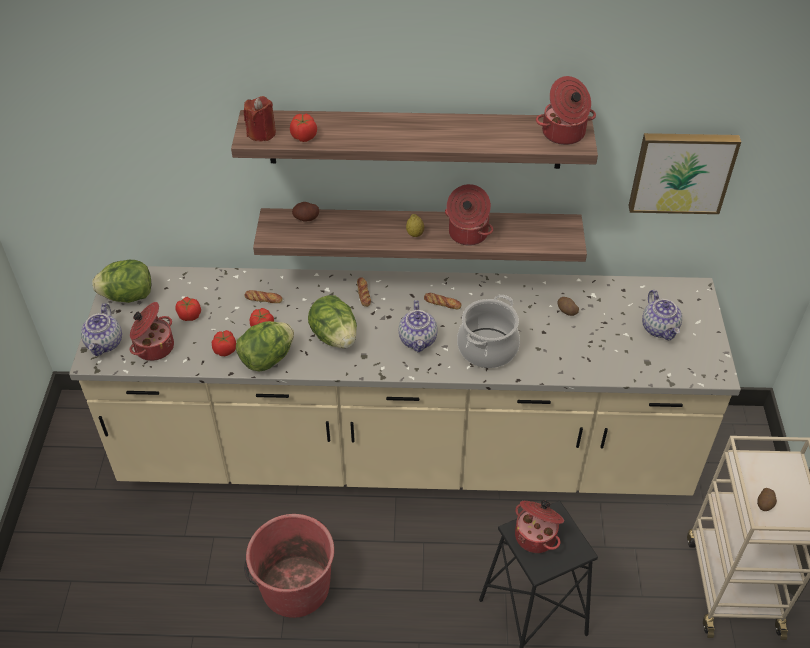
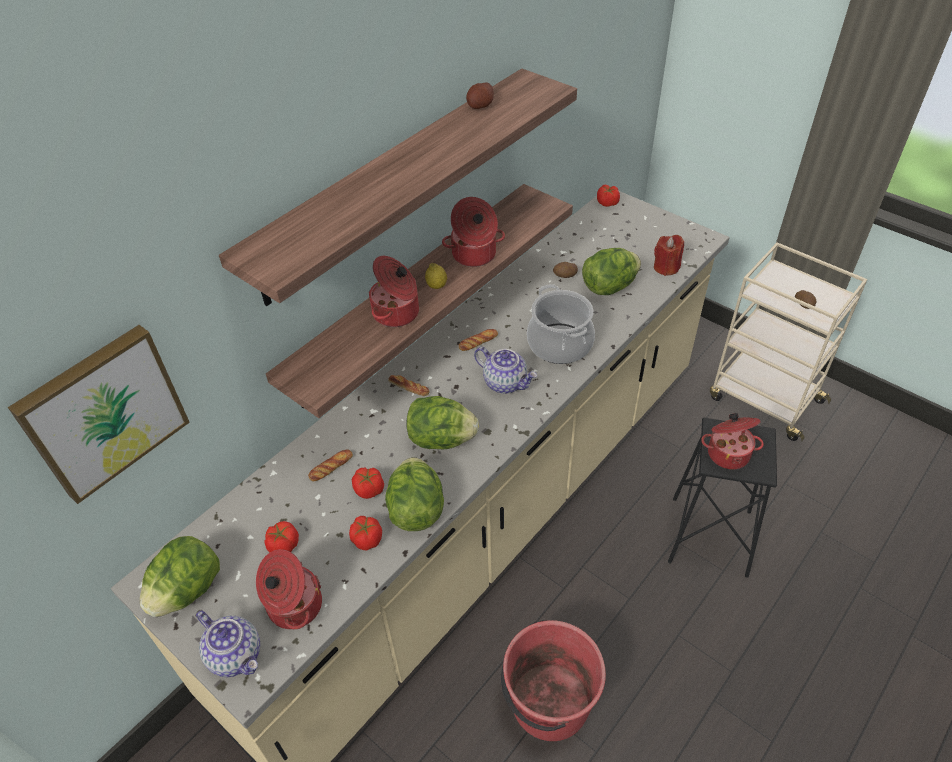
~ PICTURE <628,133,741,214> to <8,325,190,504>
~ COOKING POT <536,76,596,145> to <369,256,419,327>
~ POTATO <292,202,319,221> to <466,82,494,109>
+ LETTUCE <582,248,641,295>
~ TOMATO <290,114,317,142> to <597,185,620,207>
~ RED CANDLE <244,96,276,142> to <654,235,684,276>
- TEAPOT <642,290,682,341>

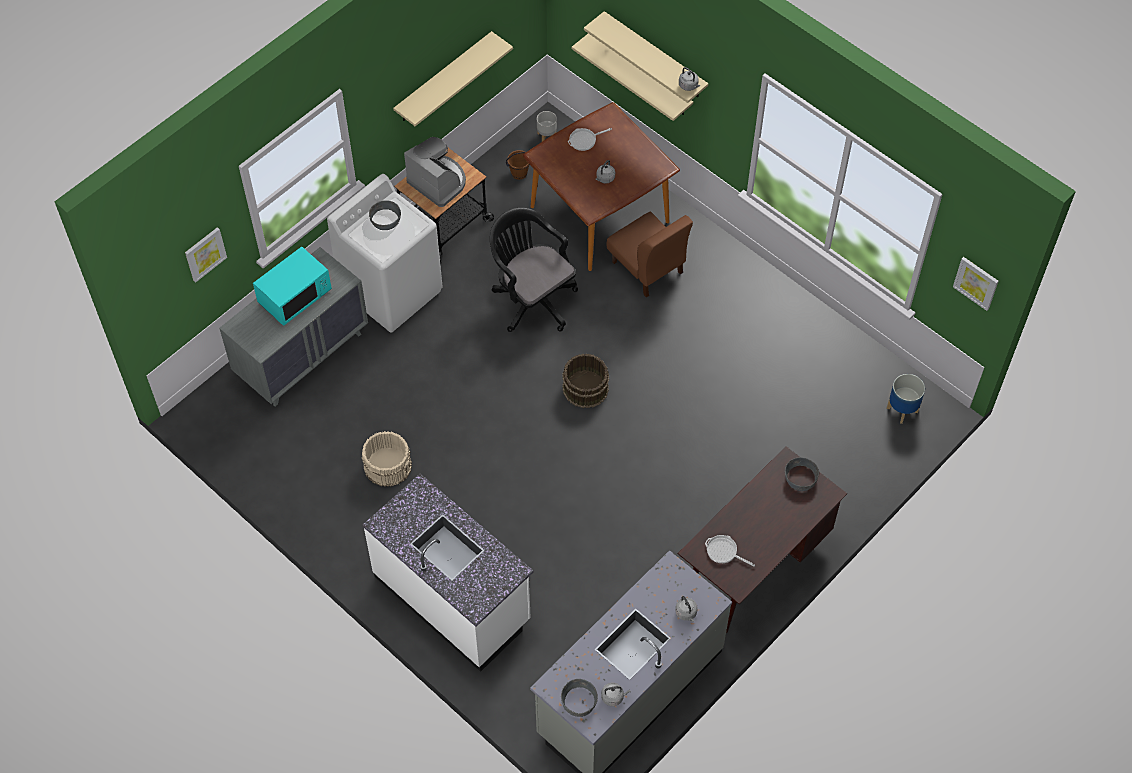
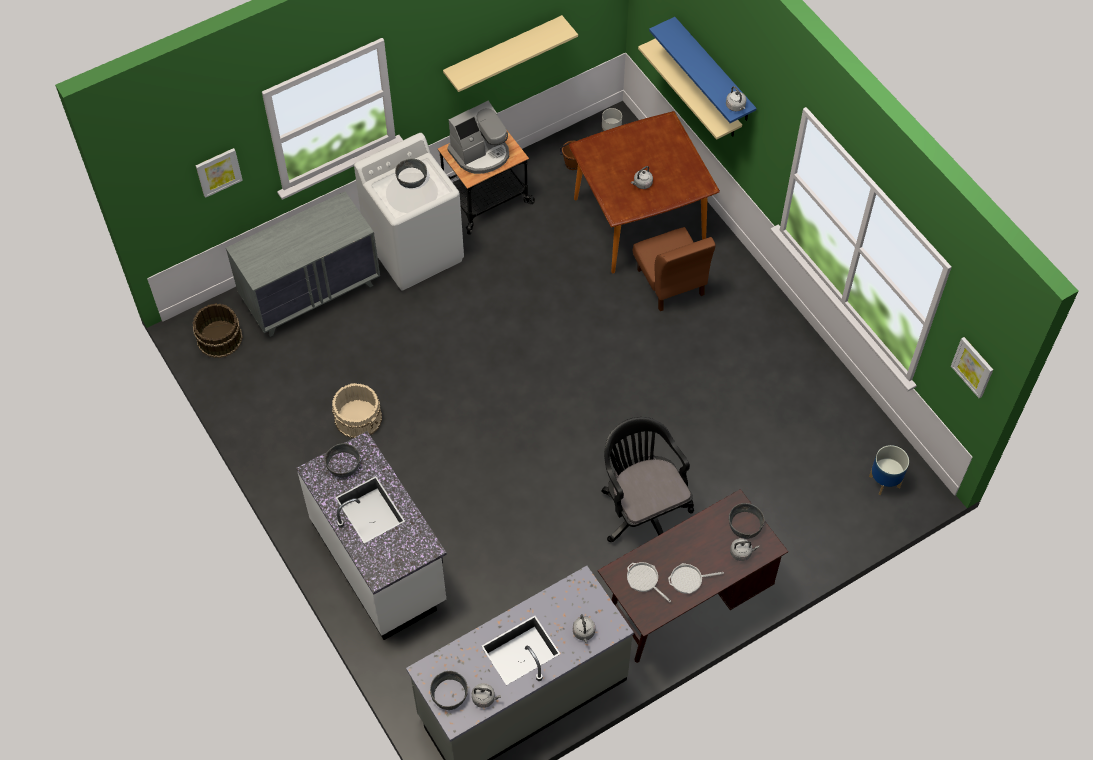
~ BROWN BUCKET <562,354,609,408> to <193,303,243,358>
+ GREY BOWL <325,443,360,478>
~ COFFEE MACHINE <404,137,466,207> = <447,101,509,174> 90 degrees clockwise
~ BLACK OFFICE CHAIR <490,208,578,332> to <601,417,694,542>
~ BEIGE SHELF <584,11,708,103> to BLUE SHELF <649,17,756,123>
~ FRYING PAN <568,128,612,151> to <668,563,724,594>
+ GREY KETTLE <730,538,760,561>
- TURQUOISE MICROWAVE <253,247,332,326>

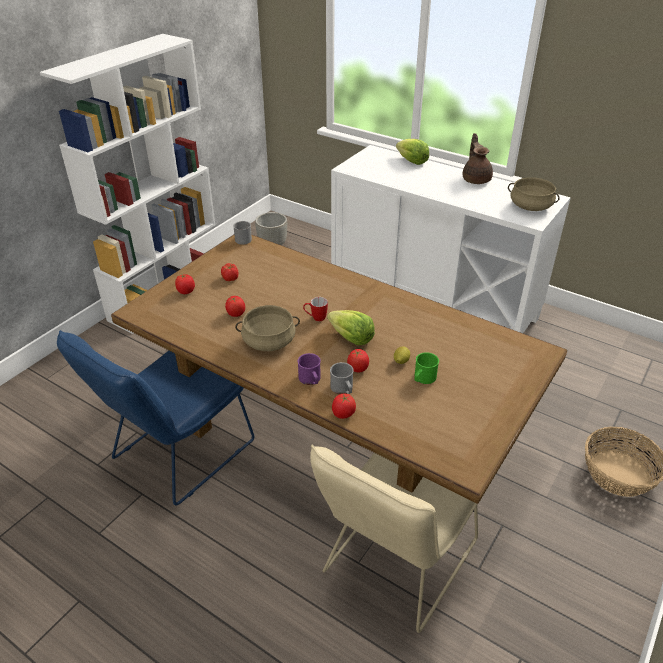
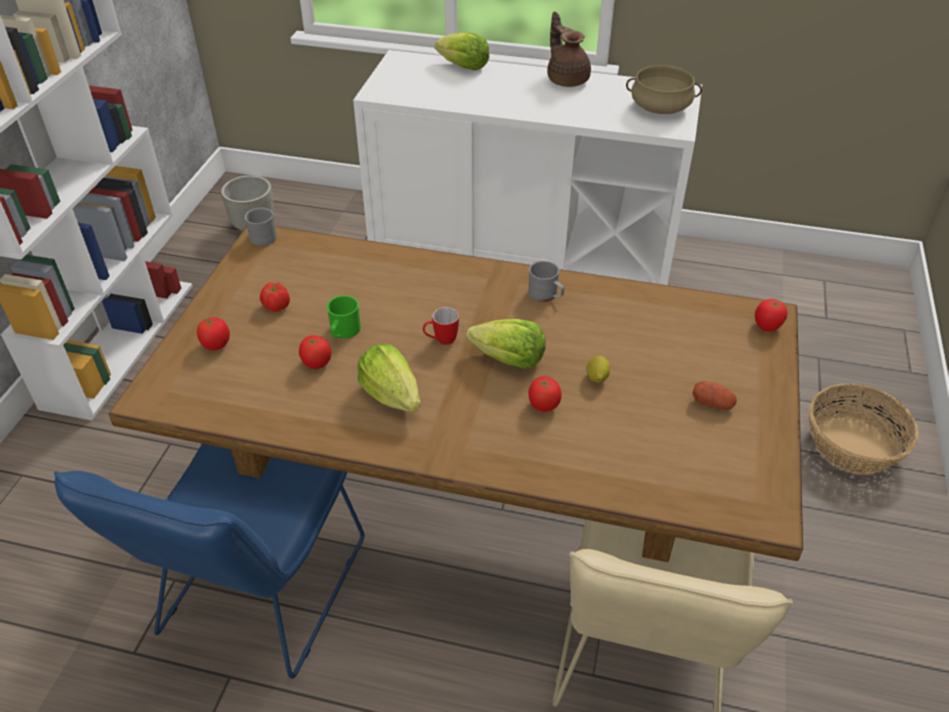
~ GREEN MUG <414,352,439,384> to <327,295,361,339>
~ BEIGE COOKING POT <235,305,300,351> to LETTUCE <357,344,420,412>
~ GREY MUG <330,362,354,394> to <528,261,564,302>
+ POTATO <692,381,737,410>
~ TOMATO <332,394,356,419> to <755,299,787,332>
- PURPLE MUG <297,353,321,385>

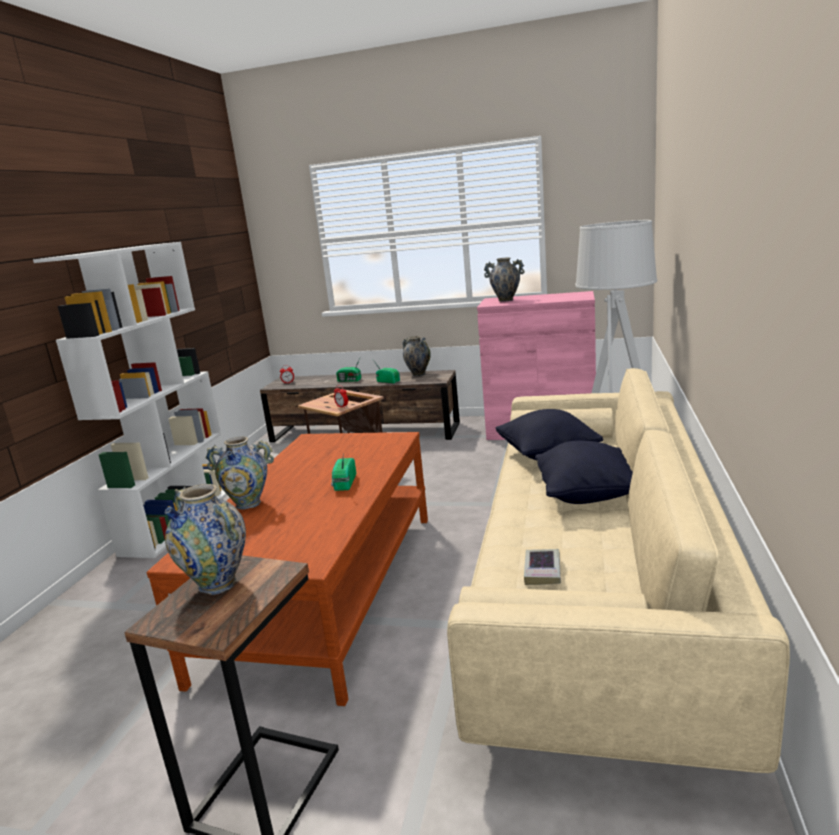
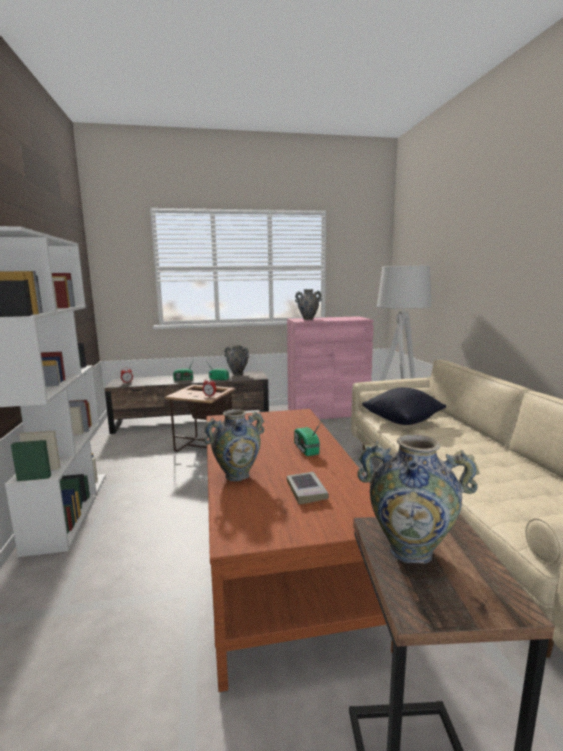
~ BOOK <524,549,561,585> to <286,472,329,504>
- BLACK PILLOW <535,441,633,504>

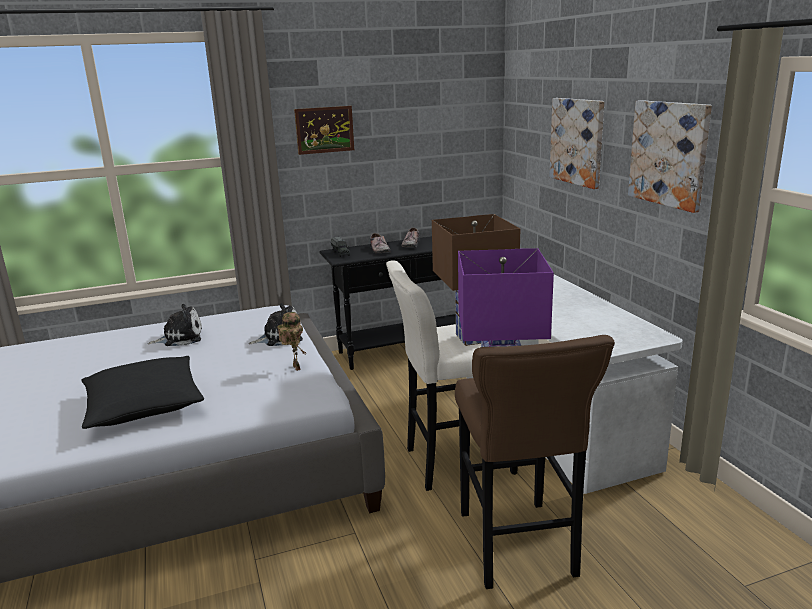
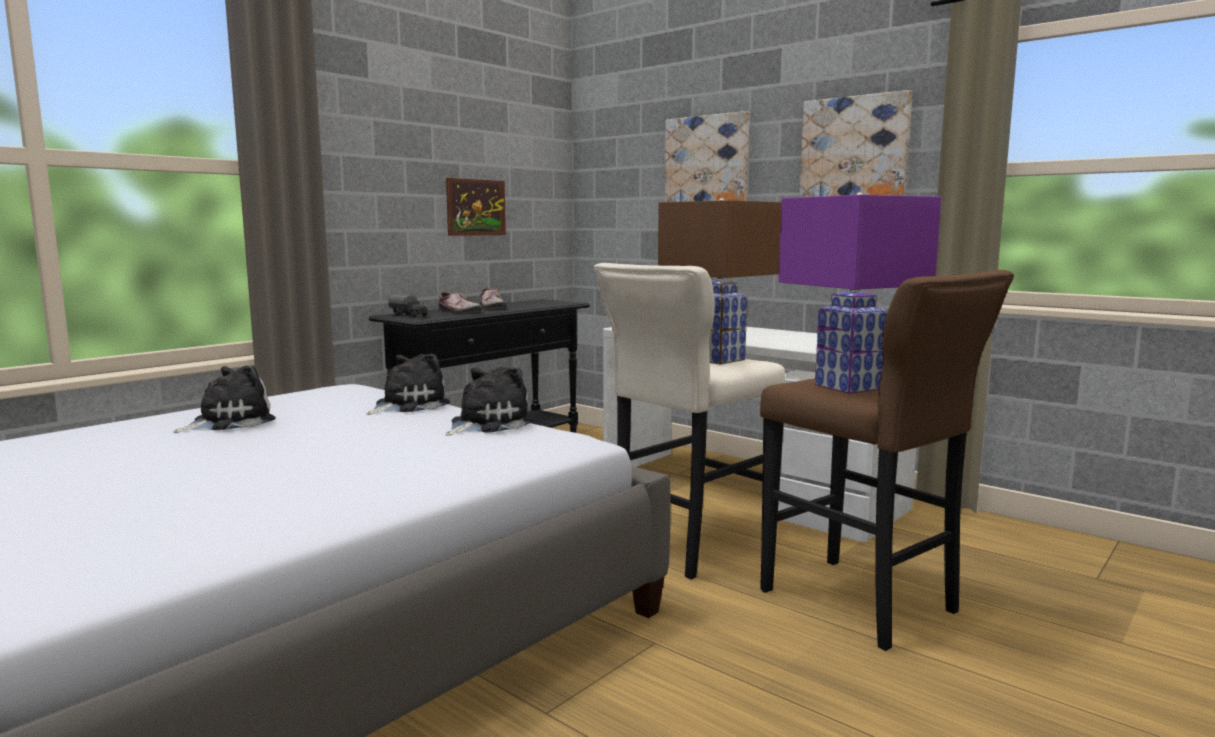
~ PICTURE <294,106,354,155> to <446,178,506,236>
~ TOY ROBOT <278,312,305,371> to PLUSH TOY <446,367,533,436>
- BLACK PILLOW <82,356,204,429>

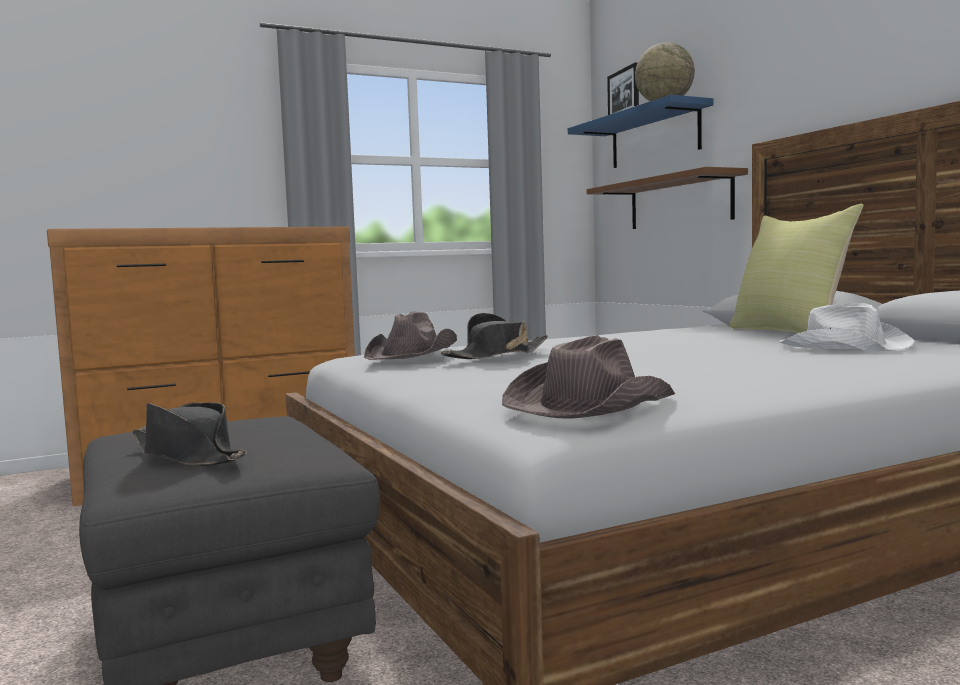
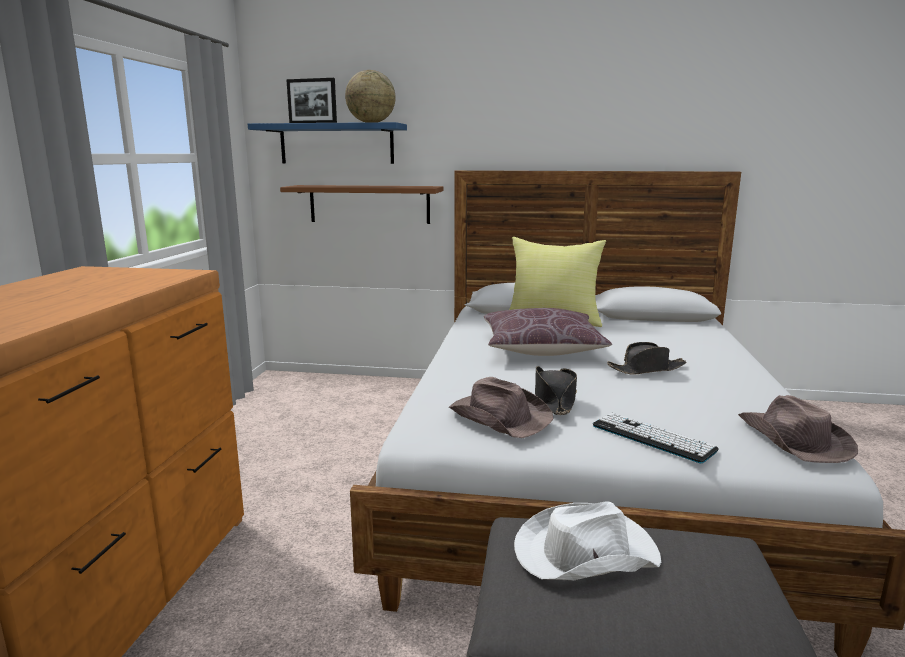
+ BROWN PILLOW <484,308,612,356>
~ WHITE HAT <779,303,914,351> to <514,501,661,580>
+ KEYBOARD <593,413,719,463>
~ BLACK HAT <132,402,247,466> to <607,342,686,374>

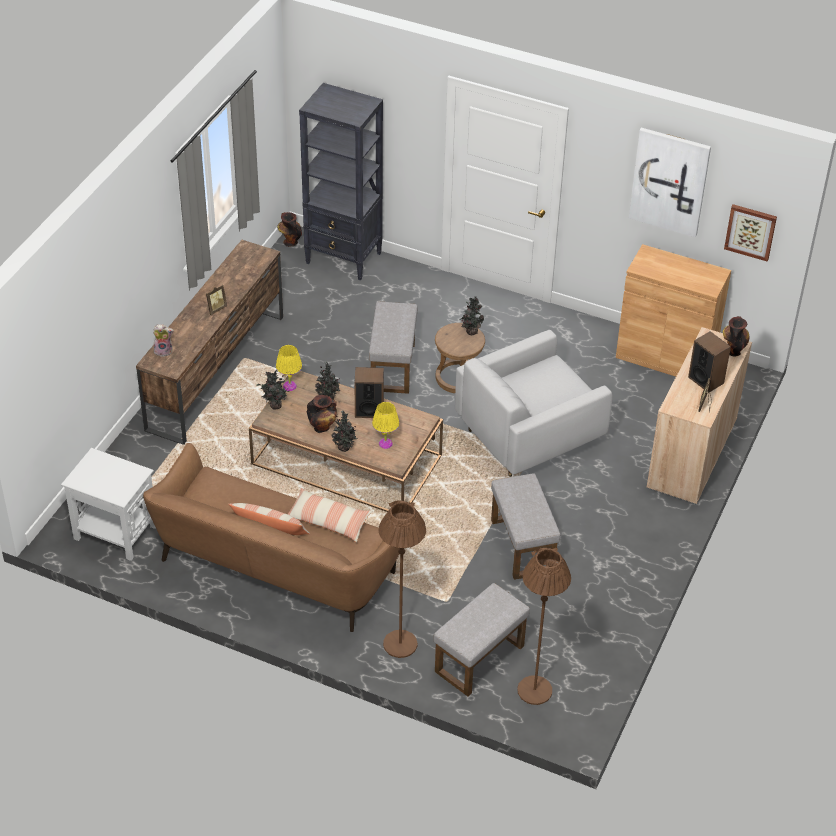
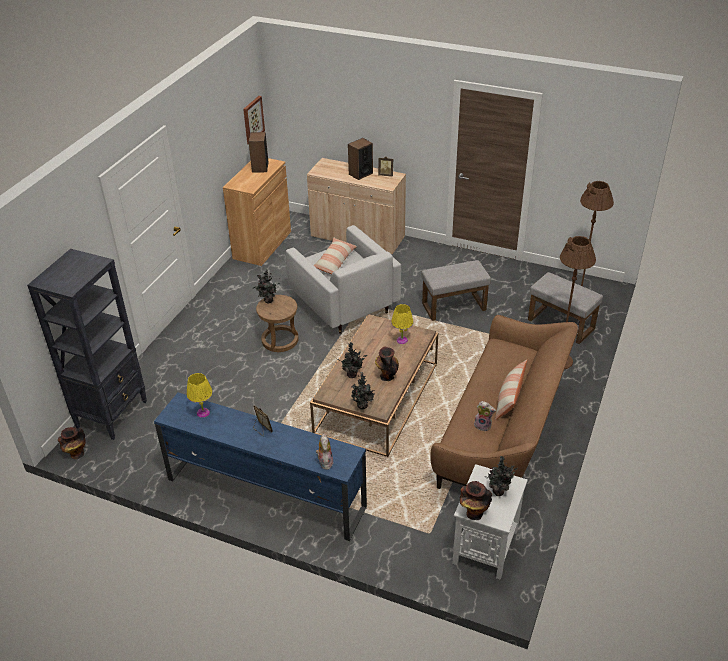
~ BROWN TV STAND <136,240,283,445> to BLUE TV STAND <154,392,367,541>
~ YELLOW TABLE LAMP <276,345,302,391> to <187,373,213,418>
~ SPEAKER <354,367,384,418> to <249,132,269,173>
~ PILLOW <288,488,372,542> to <314,237,357,274>
~ VASE <723,316,750,357> to <460,481,492,520>
+ PLUSH TOY <474,401,496,431>
~ POTTED PLANT <332,410,358,452> to <485,456,518,496>
- GREY OTTOMAN <369,302,417,394>
- PICTURE <629,128,711,237>

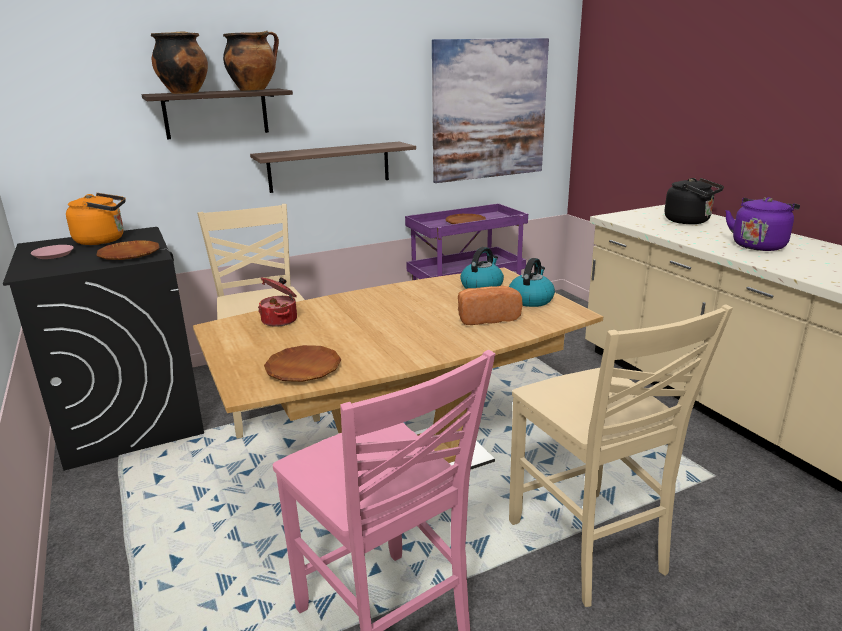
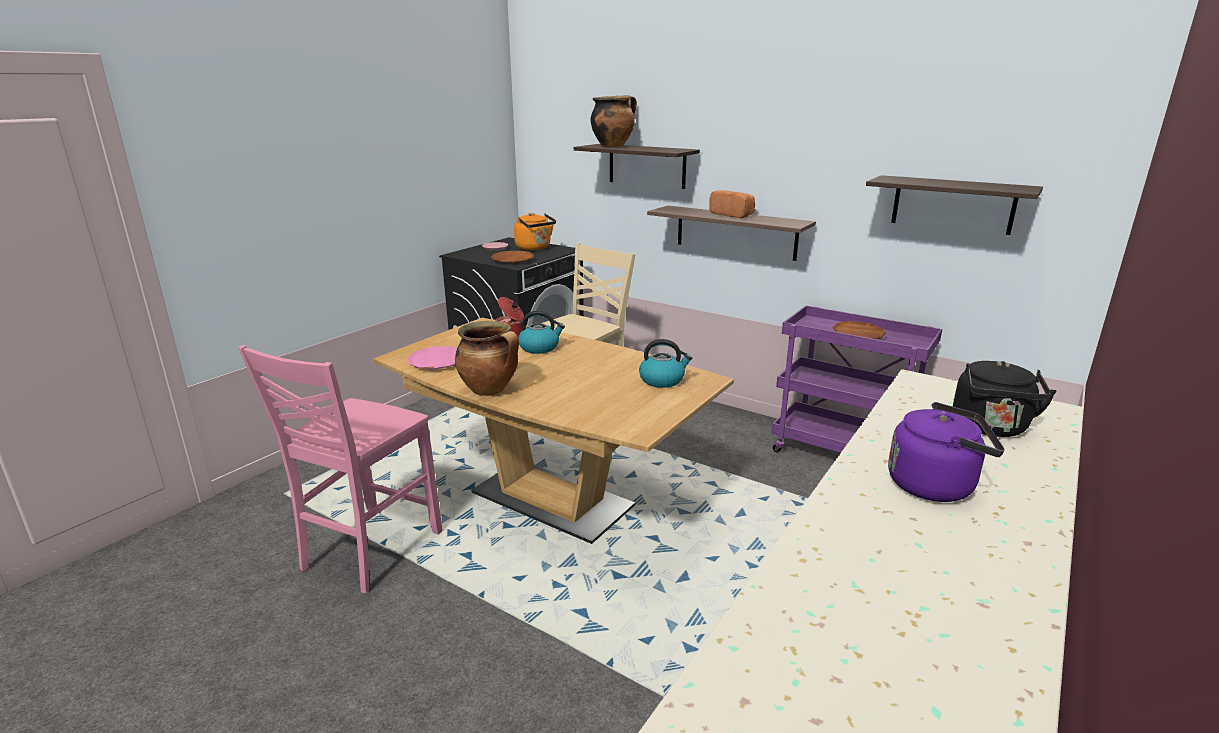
~ BROWN PLATE <264,345,341,382> to PINK PLATE <407,346,457,369>
~ COOKING POT <223,31,279,91> to <455,321,519,396>
~ KETTLE <509,258,555,307> to <518,311,565,354>
~ BREAD <458,286,523,325> to <710,190,755,218>
~ PICTURE <432,38,549,183> to SHELF <866,175,1043,235>
- BEIGE CHAIR <509,305,733,607>

